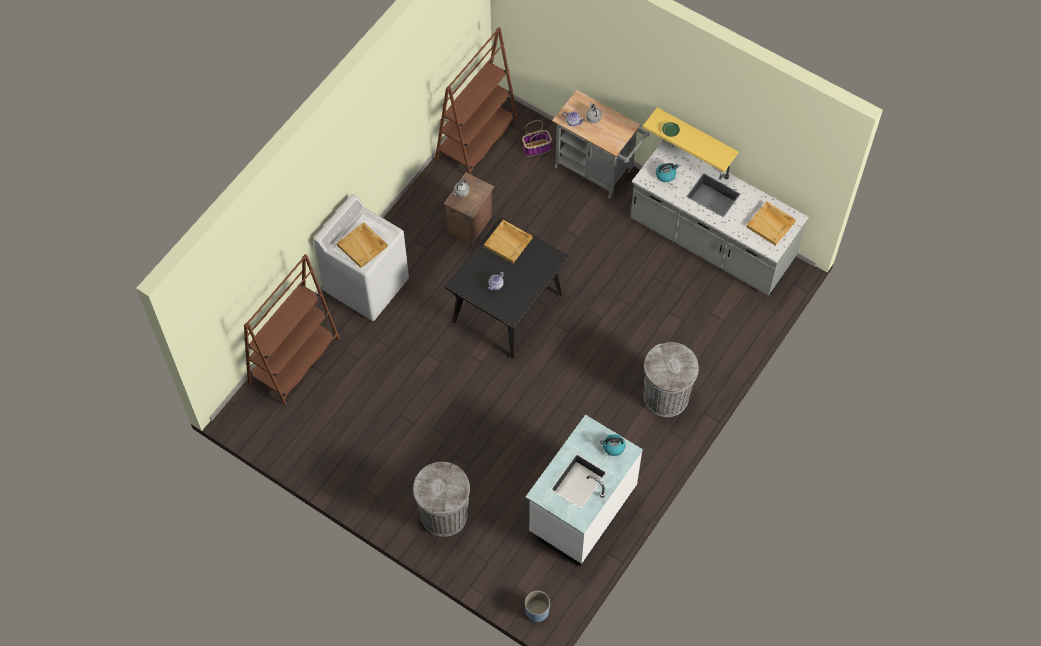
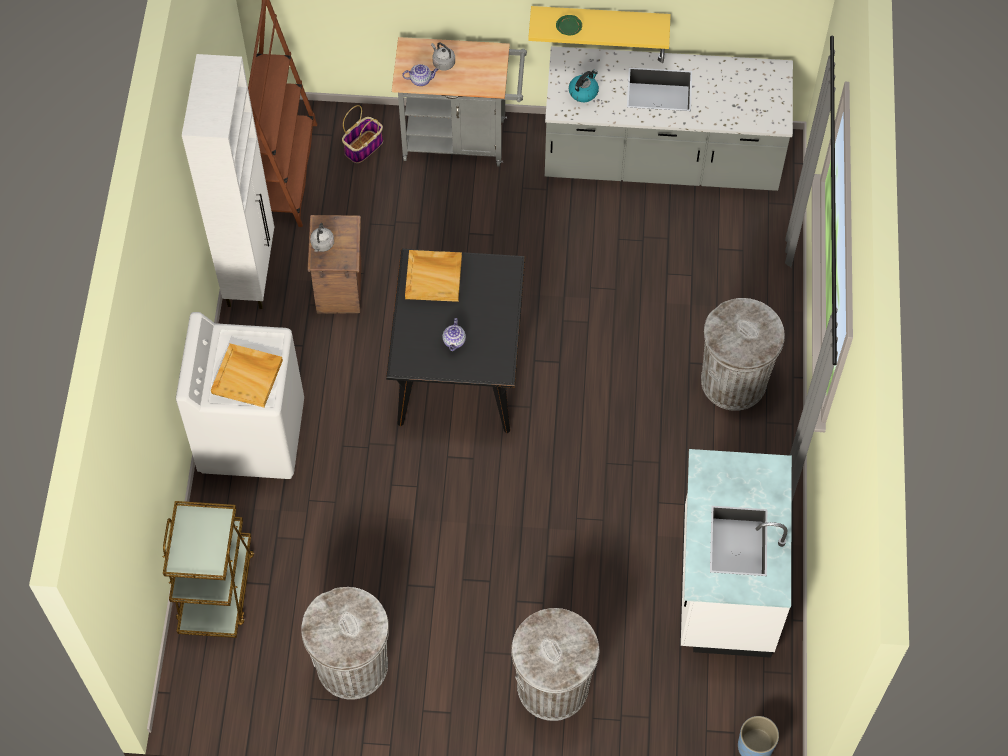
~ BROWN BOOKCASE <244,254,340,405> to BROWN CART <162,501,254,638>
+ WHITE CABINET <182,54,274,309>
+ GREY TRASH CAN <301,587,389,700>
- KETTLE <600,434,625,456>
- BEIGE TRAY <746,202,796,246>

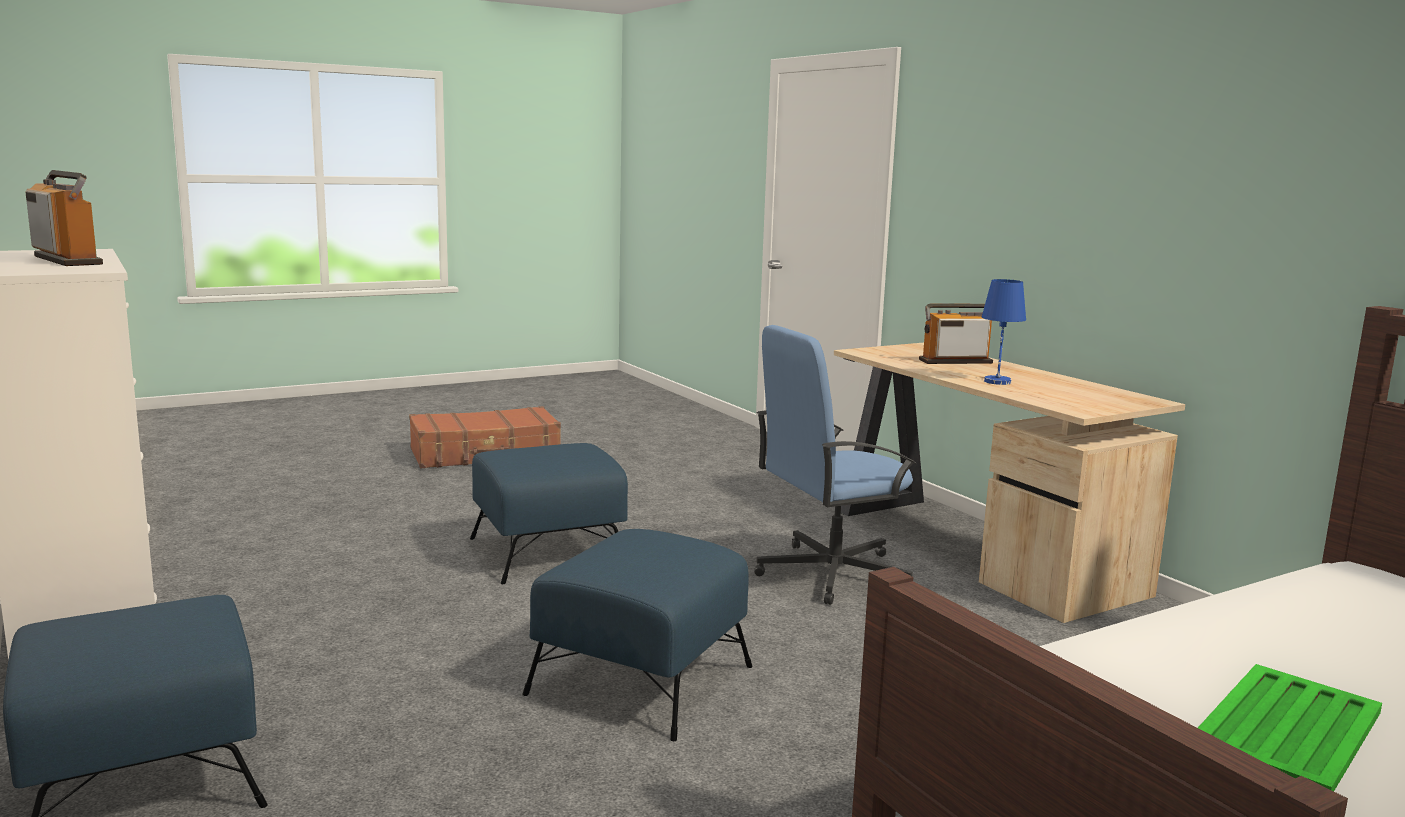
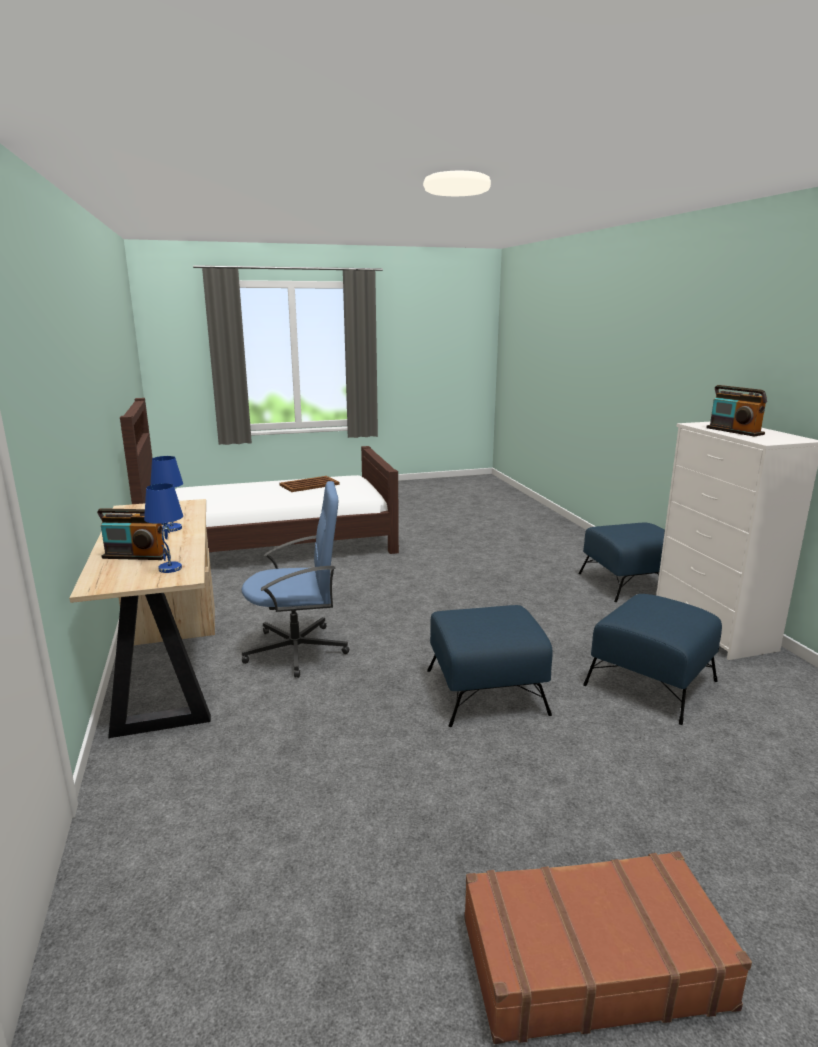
+ BLUE TABLE LAMP <144,483,183,573>
~ GREEN TRAY <1198,664,1382,791> to BROWN TRAY <279,476,340,492>
~ BLUE OTTOMAN <522,529,753,741> to <583,594,722,725>

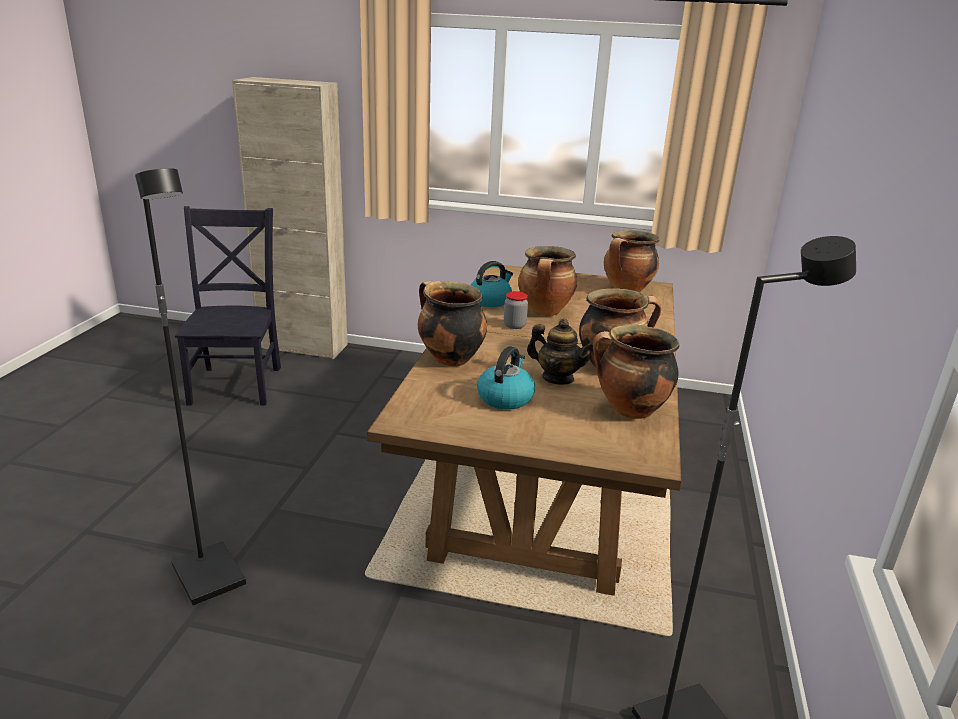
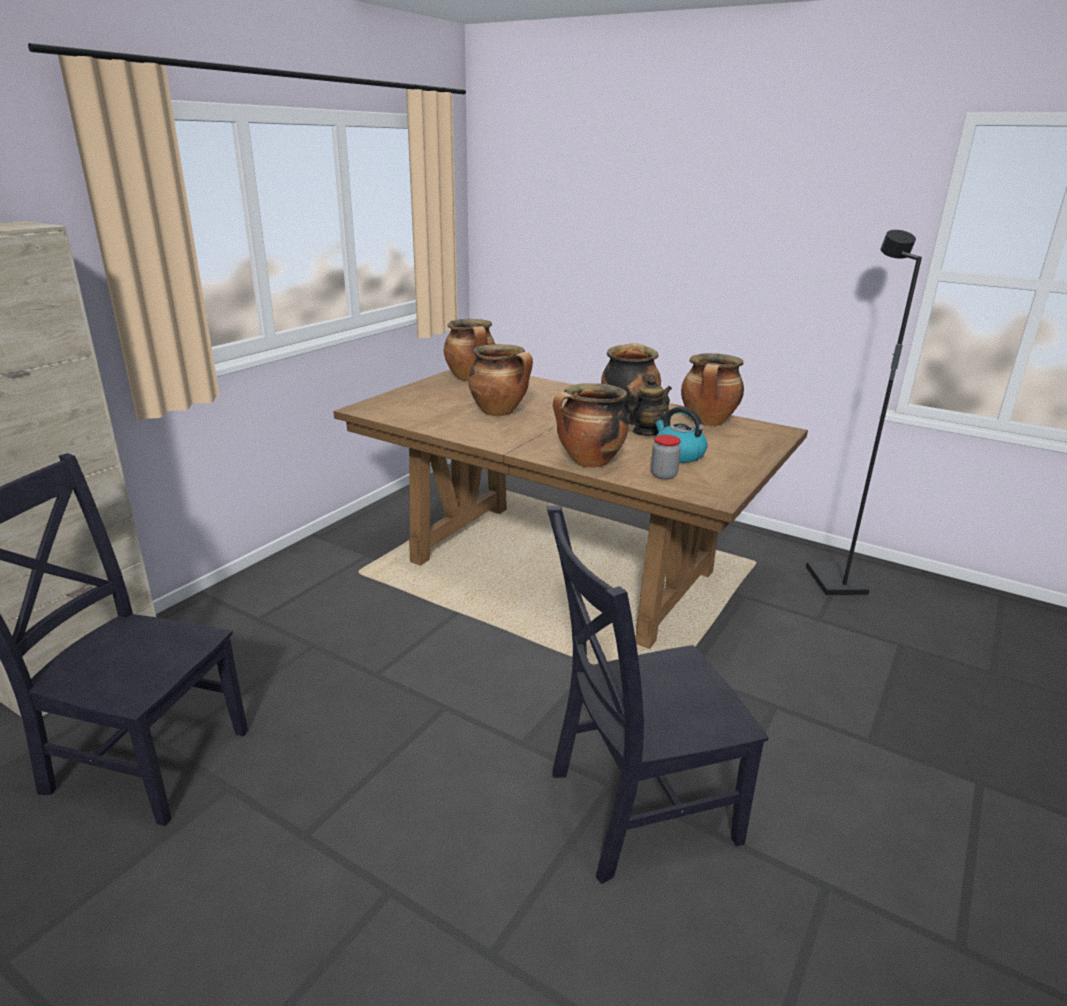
~ BLACK FLOOR LAMP <135,168,246,606> to BLACK CHAIR <547,506,768,884>
~ JAR <504,291,528,329> to <651,435,681,480>
- KETTLE <471,261,513,307>

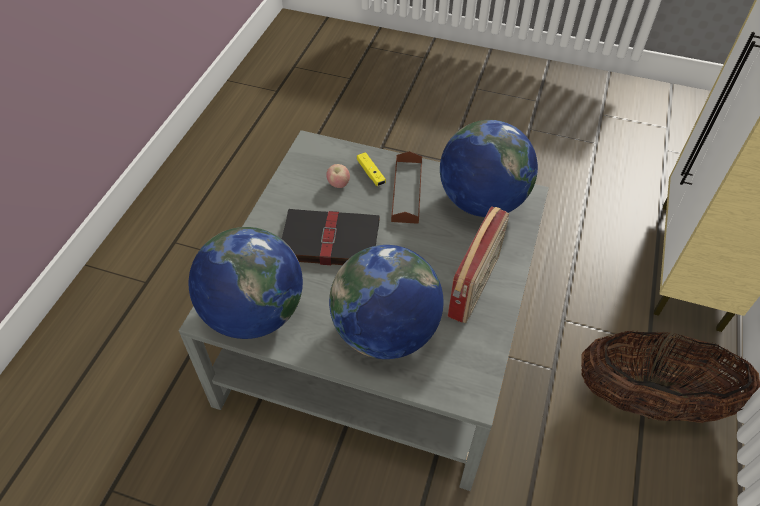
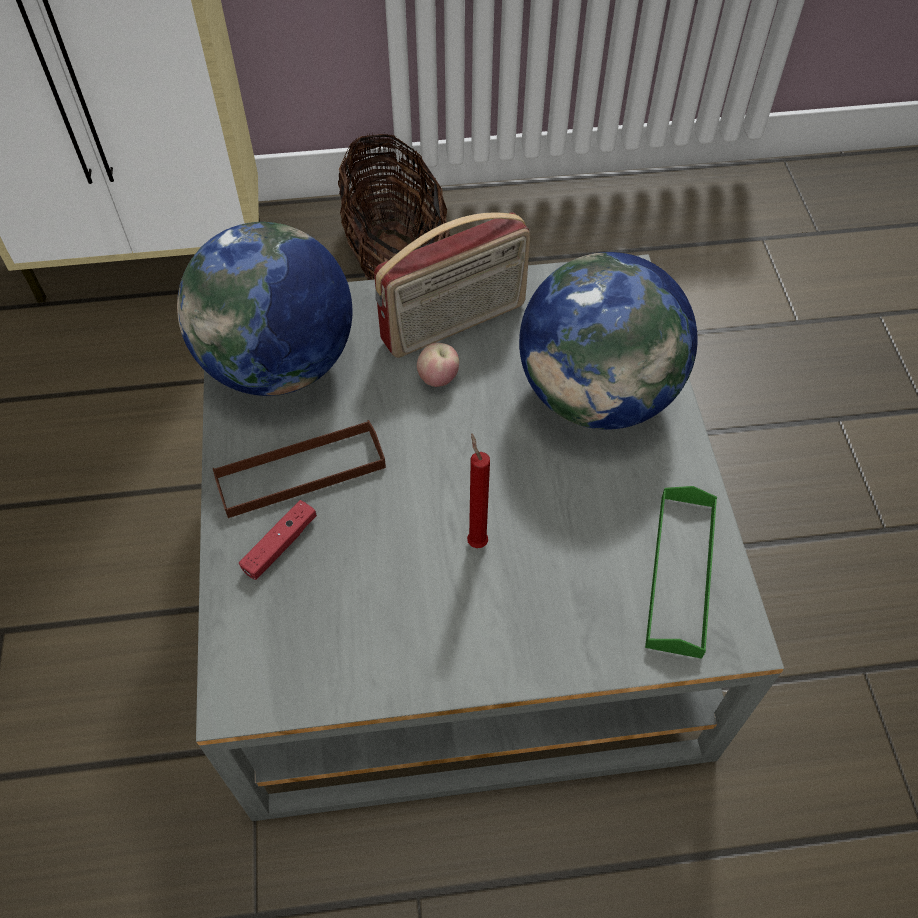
~ YELLOW GAME CONTROLLER <357,152,386,186> to RED GAME CONTROLLER <239,500,317,580>
~ RADIO <448,206,509,323> = <374,212,531,358> 150 degrees clockwise
~ APPLE <326,164,350,188> to <417,343,459,387>
~ BLACK BOOK <282,209,380,265> to RED CANDLE <467,433,490,548>
~ GLOBE <189,227,303,339> to GREEN TRAY <645,486,717,659>

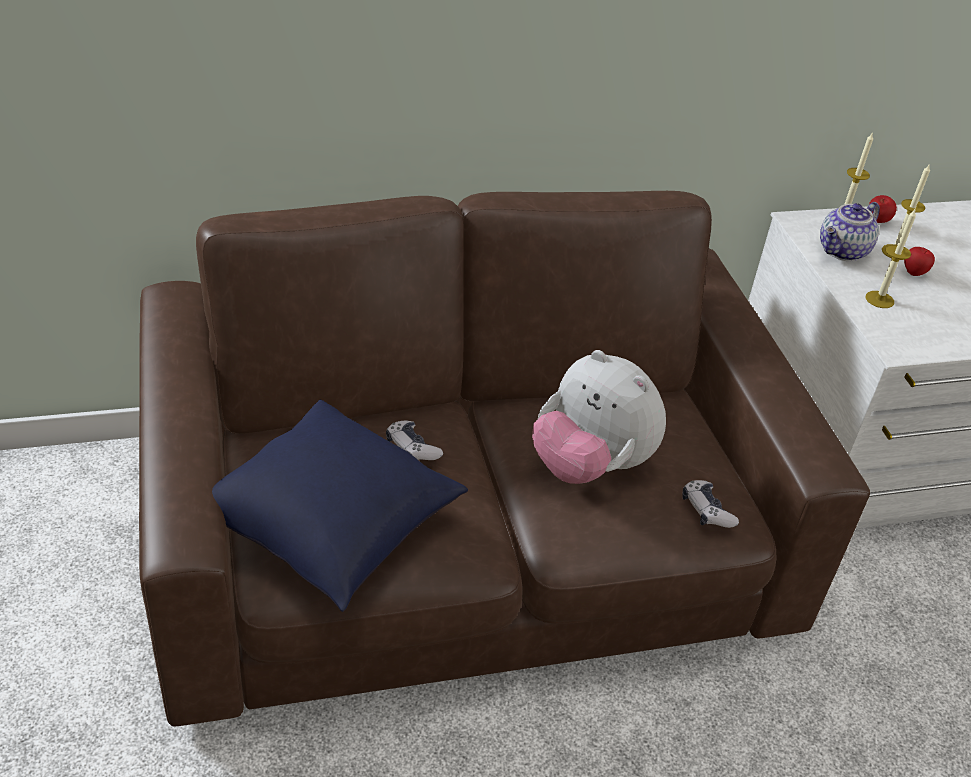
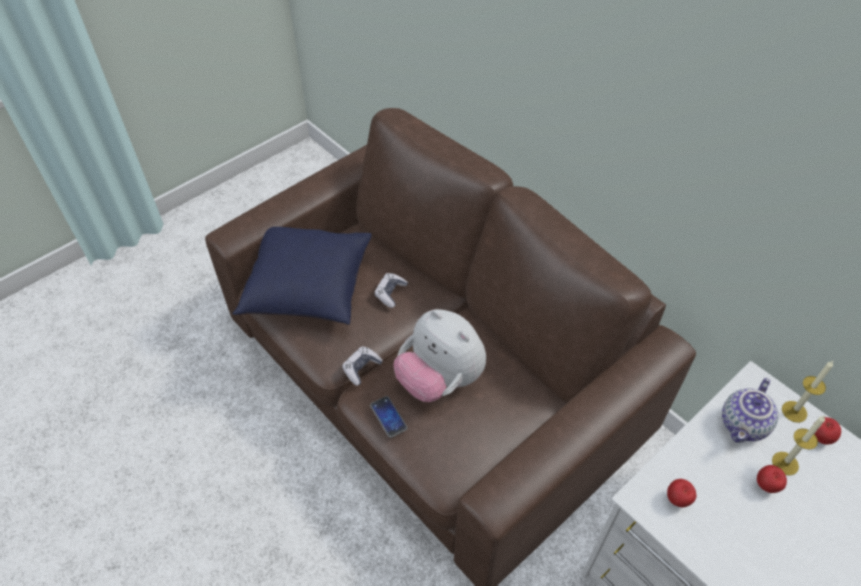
~ GAME CONTROLLER <682,480,739,528> to <342,346,383,386>
+ PHONE <370,396,407,438>
~ PLUSH TOY <532,350,666,484> = <394,309,486,402> 60 degrees counterclockwise
+ APPLE <667,479,696,507>
~ TEAPOT <820,202,880,261> = <722,378,778,443> 75 degrees counterclockwise
- CANDLE <866,209,916,308>

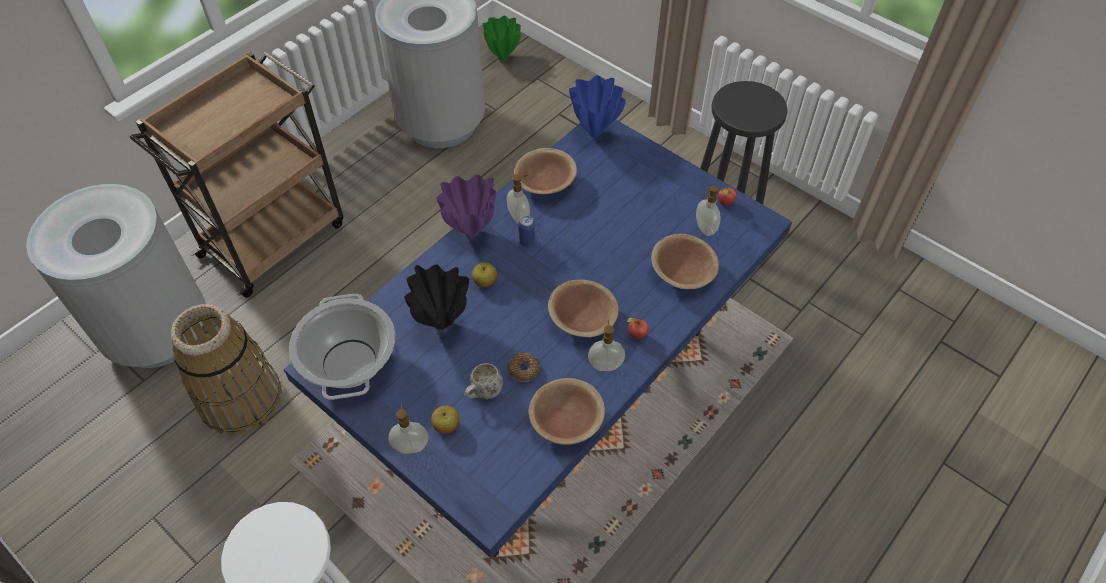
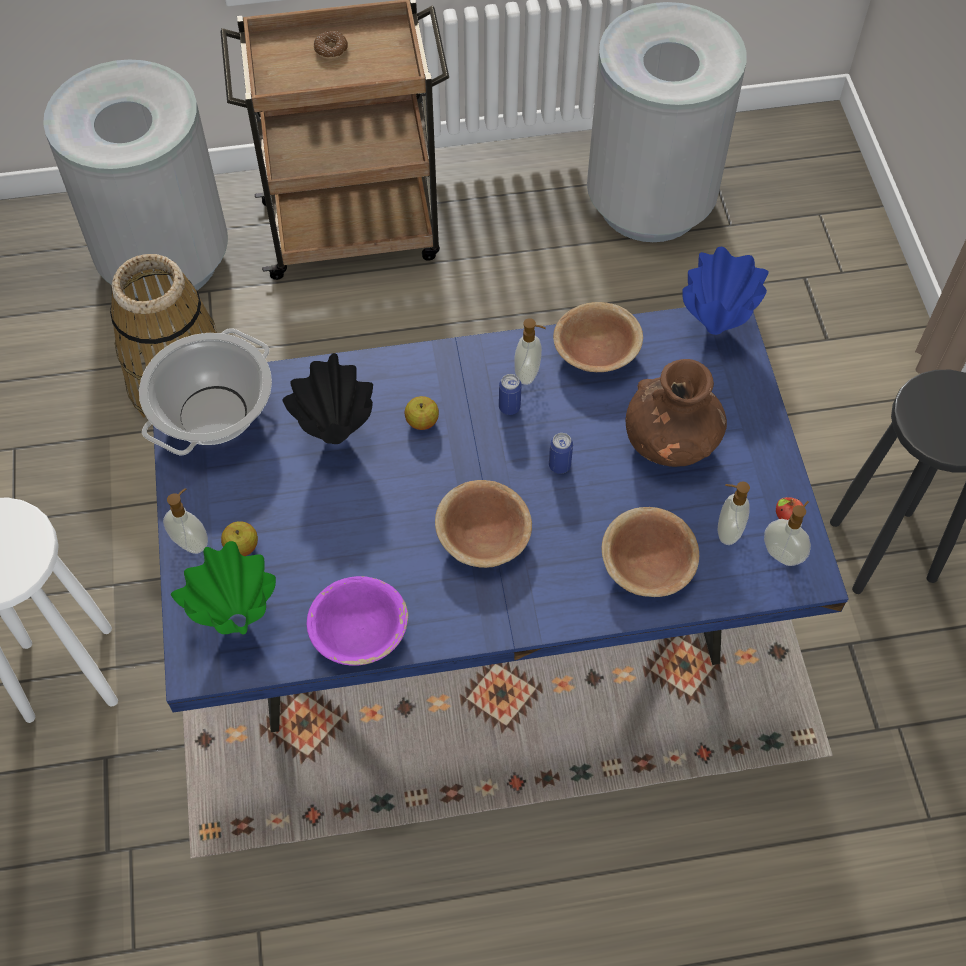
~ GREEN VASE <483,16,521,61> to <171,541,276,634>
~ BROWN BOWL <529,378,605,445> to PURPLE BOWL <307,576,408,666>
~ DONUT <508,352,540,382> to <314,31,348,59>
+ CAN <549,433,573,474>
+ BROWN VASE <626,359,727,467>
~ SOAP DISPENSER <588,320,625,371> to <764,501,811,566>
- PURPLE VASE <436,175,496,237>
- WHITE MUG <464,363,503,399>
- APPLE <627,318,649,339>

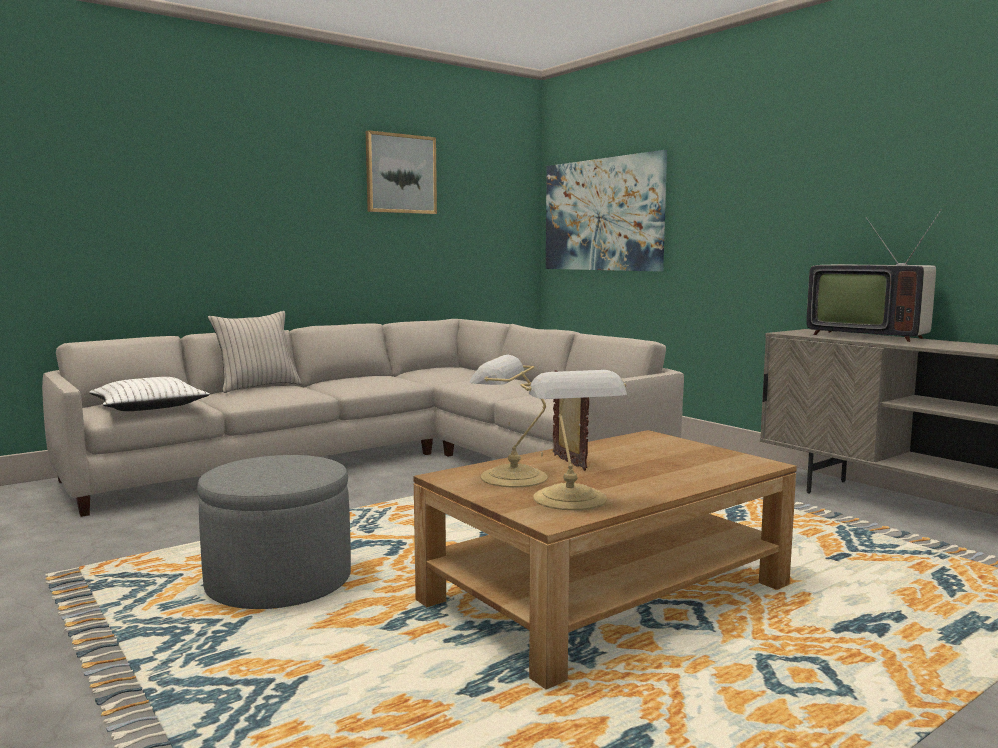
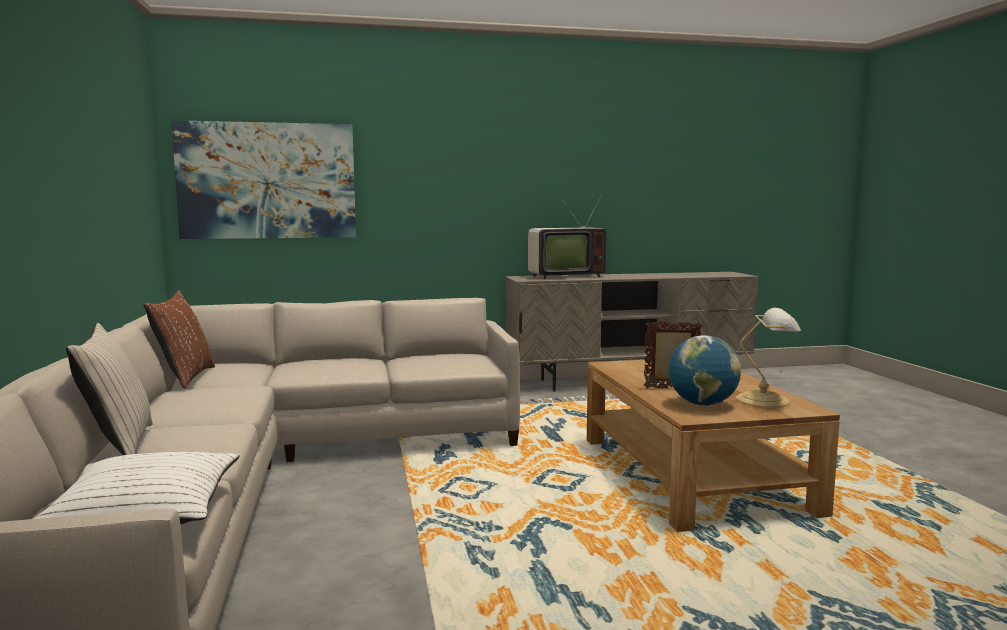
+ BROWN PILLOW <143,290,215,389>
~ TABLE LAMP <469,355,548,487> to GLOBE <669,335,741,406>
- GREY OTTOMAN <197,455,351,609>
- PICTURE <366,130,437,214>

